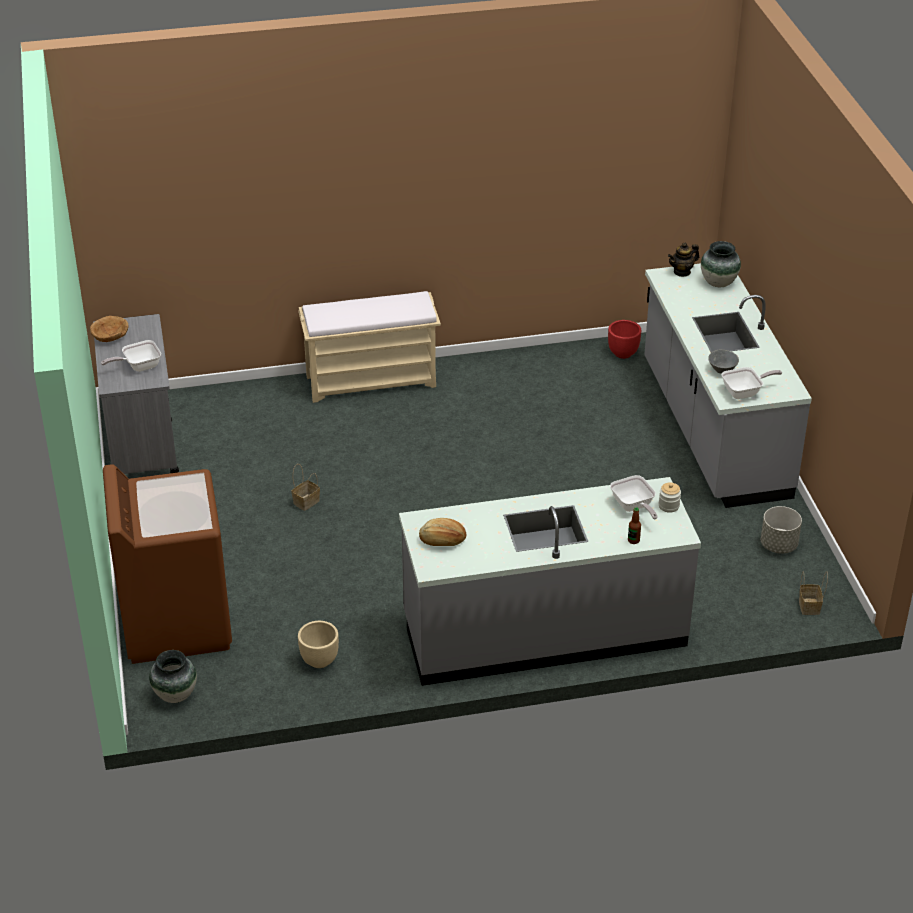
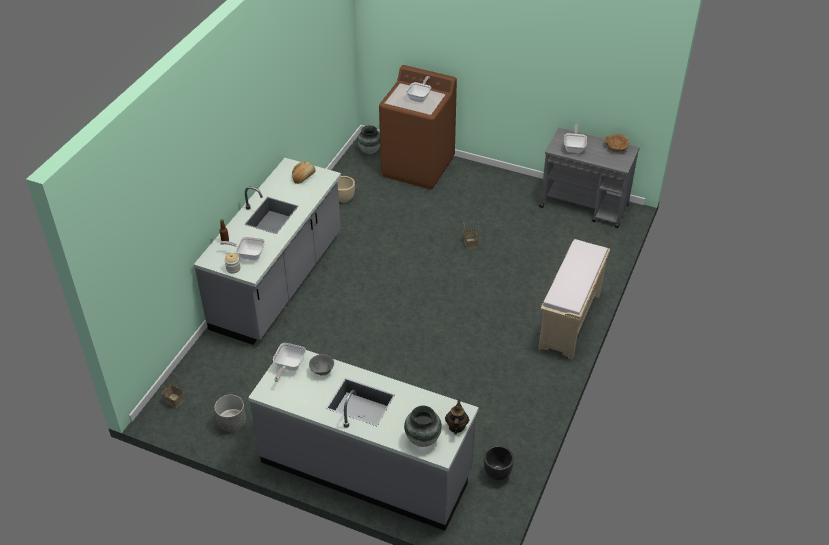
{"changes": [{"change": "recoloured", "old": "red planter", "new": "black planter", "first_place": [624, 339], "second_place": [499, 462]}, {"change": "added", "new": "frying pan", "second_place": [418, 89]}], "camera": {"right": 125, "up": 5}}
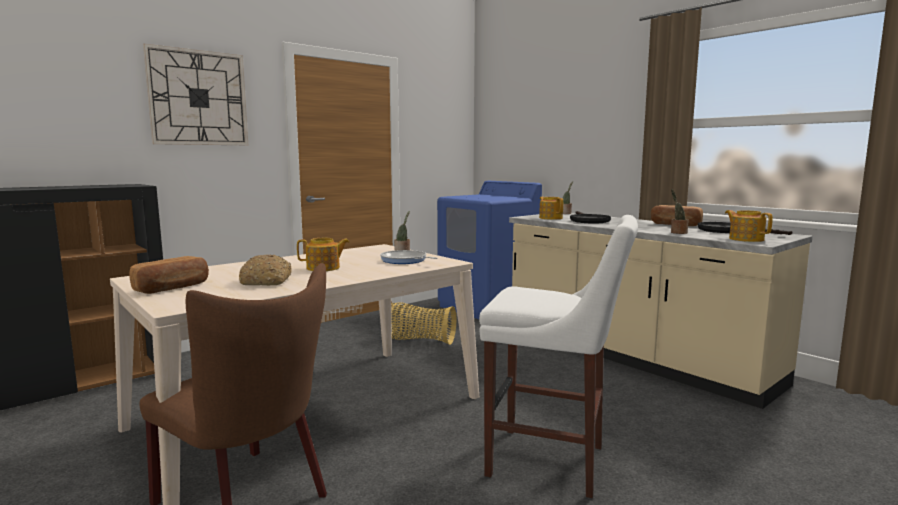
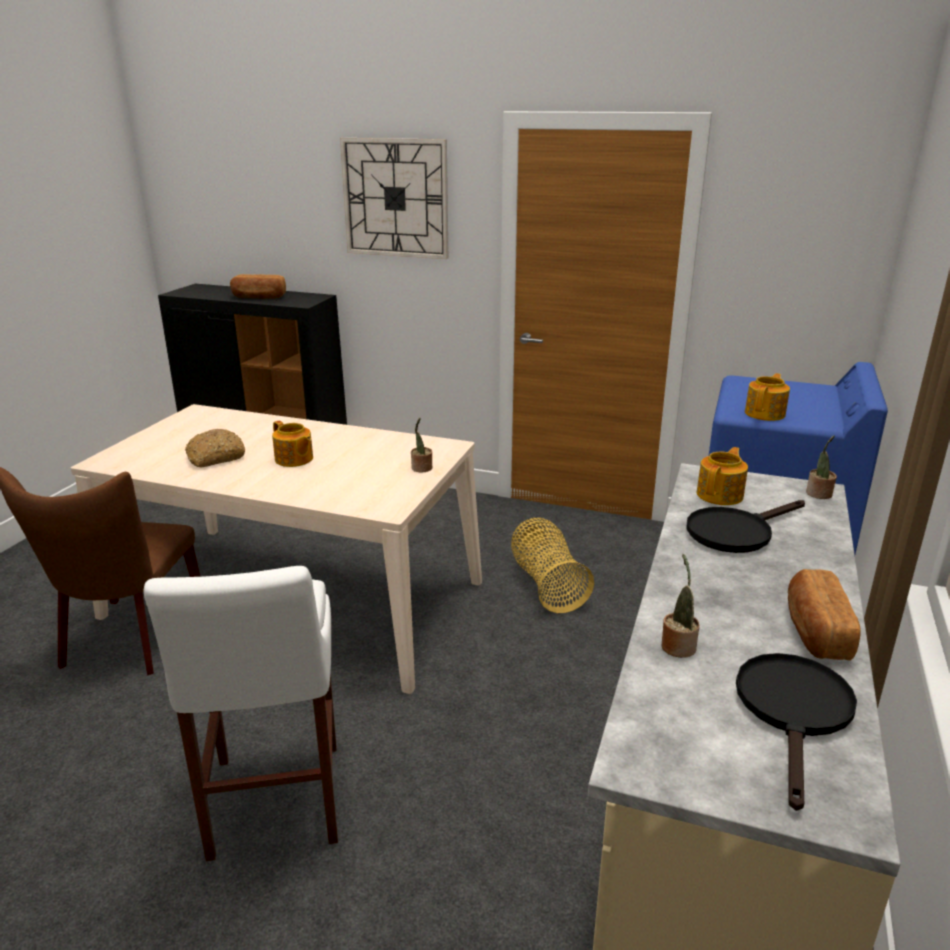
{"changes": [{"change": "moved", "old": "bread", "first_place": [169, 275], "second_place": [258, 286]}, {"change": "removed", "old": "frying pan", "first_place": [408, 257]}, {"change": "moved", "old": "teapot", "first_place": [749, 226], "second_place": [767, 397]}], "camera": {"right": 60, "up": 15}}
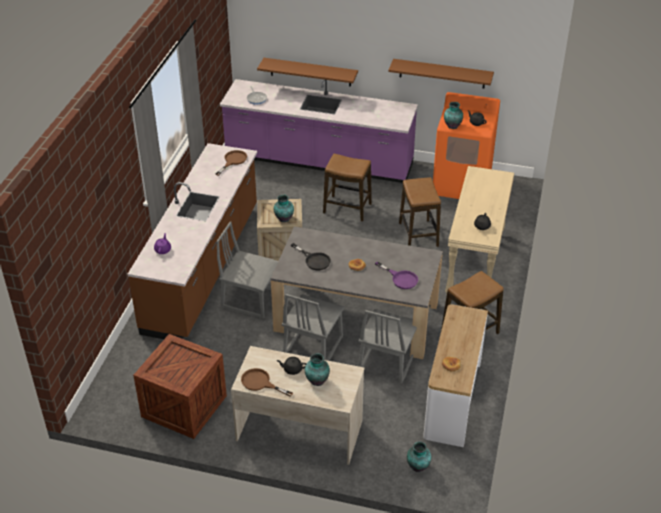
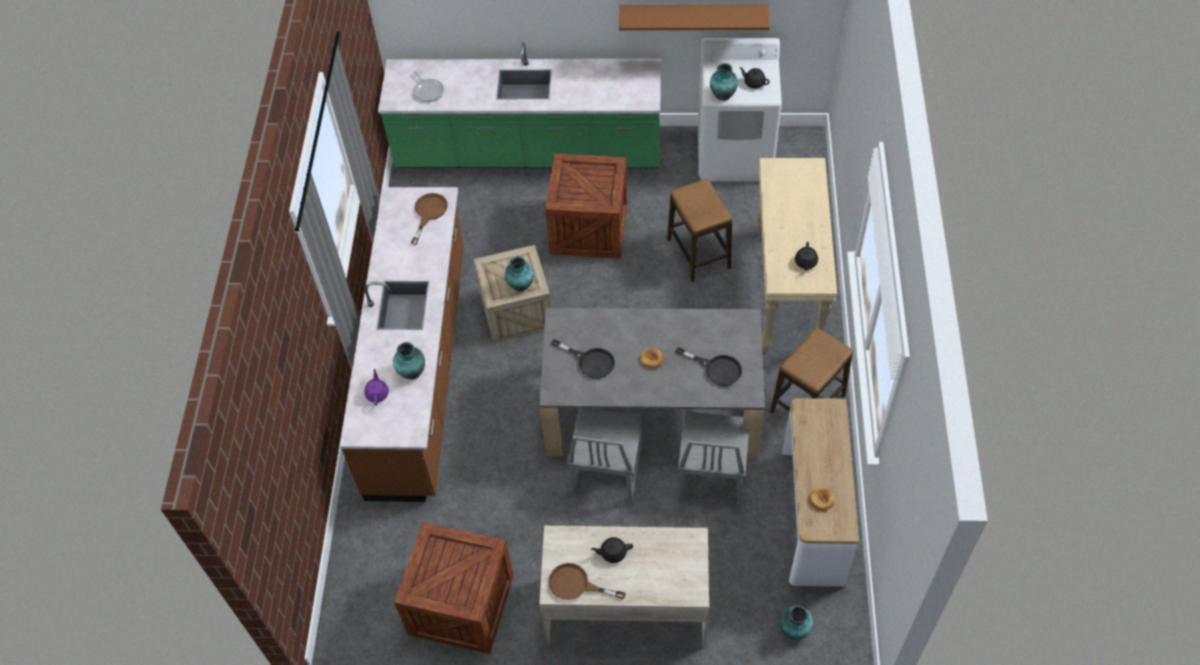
{"changes": [{"change": "removed", "old": "grey chair", "first_place": [247, 270]}, {"change": "recoloured", "old": "purple counter", "new": "green counter", "first_place": [319, 131], "second_place": [519, 105]}, {"change": "removed", "old": "brown shelf", "first_place": [307, 72]}, {"change": "moved", "old": "vase", "first_place": [317, 369], "second_place": [409, 360]}, {"change": "replaced", "old": "stool", "new": "crate", "first_place": [347, 187], "second_place": [586, 206]}, {"change": "recoloured", "old": "purple frying pan", "new": "black frying pan", "first_place": [396, 275], "second_place": [709, 366]}, {"change": "recoloured", "old": "orange washing machine", "new": "white washing machine", "first_place": [466, 145], "second_place": [740, 110]}], "camera": {"right": -10, "up": 15}}
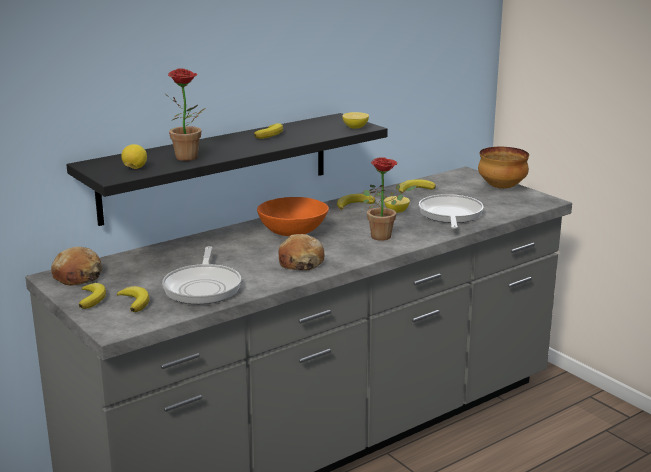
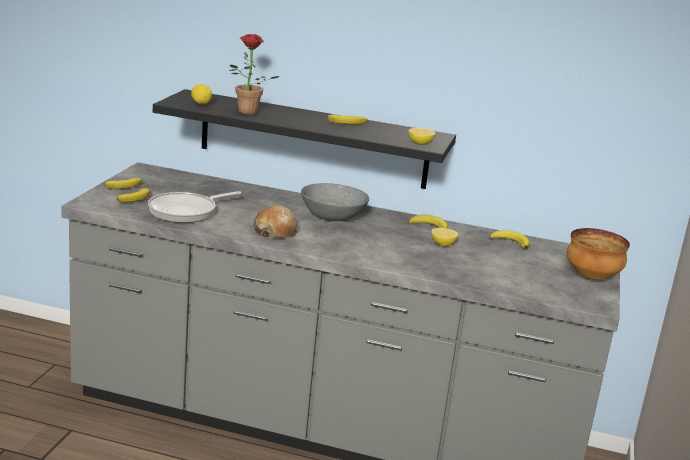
{"changes": [{"change": "removed", "old": "bread", "first_place": [76, 266]}, {"change": "recoloured", "old": "orange bowl", "new": "grey bowl", "first_place": [293, 216], "second_place": [335, 202]}, {"change": "removed", "old": "potted plant", "first_place": [389, 199]}, {"change": "removed", "old": "frying pan", "first_place": [451, 211]}], "camera": {"right": 50, "up": 0}}
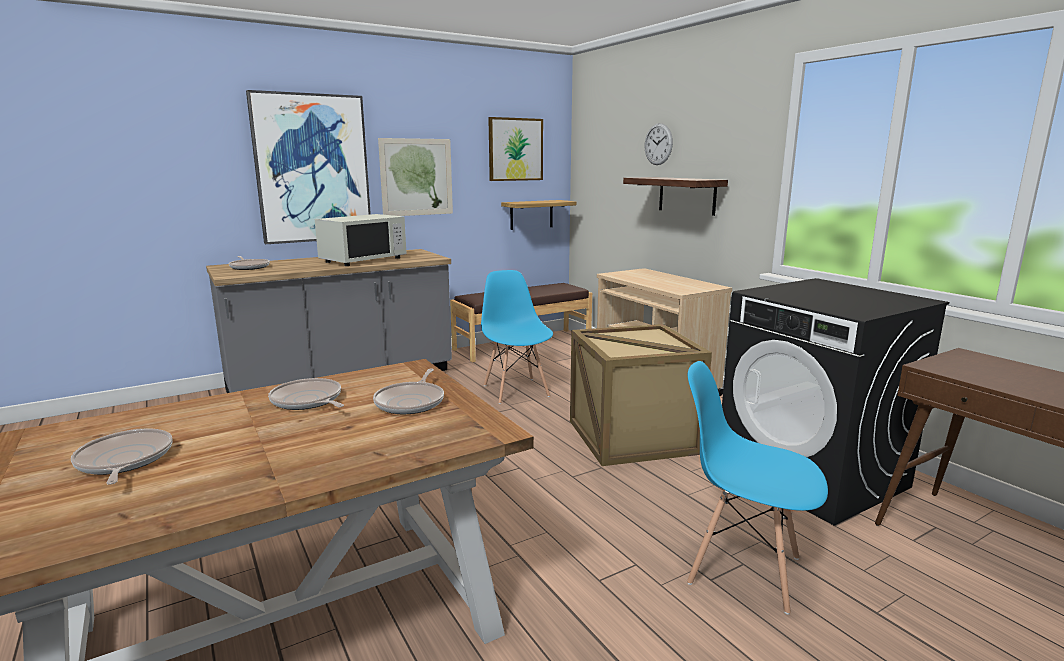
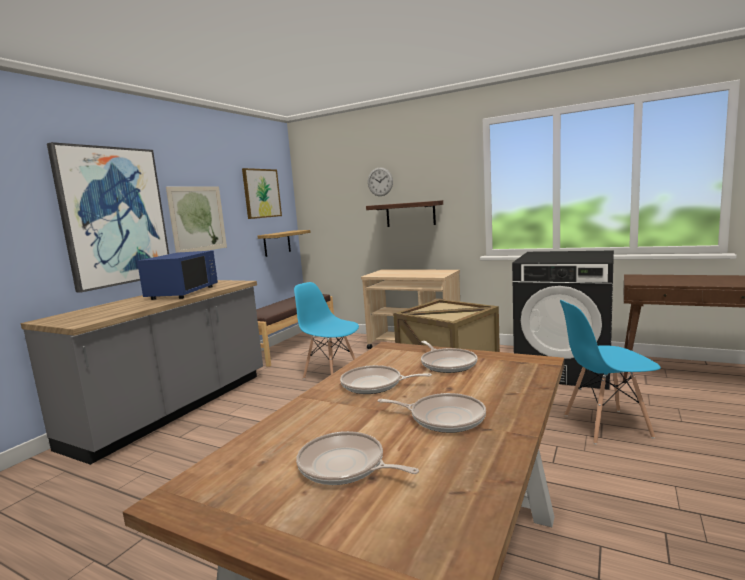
{"changes": [{"change": "moved", "old": "frying pan", "first_place": [249, 263], "second_place": [432, 413]}, {"change": "recoloured", "old": "white microwave", "new": "blue microwave", "first_place": [361, 240], "second_place": [177, 275]}], "camera": {"right": -30, "up": -5}}
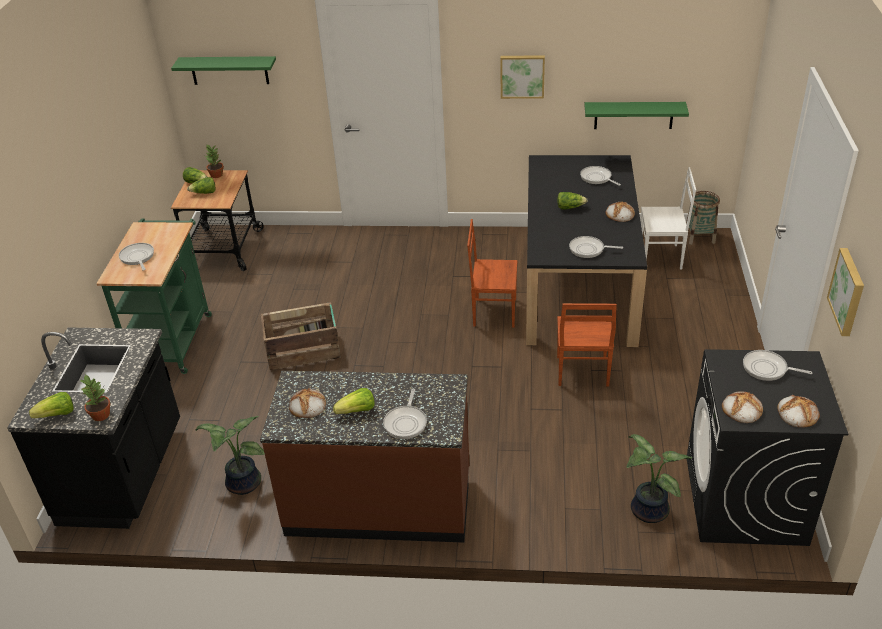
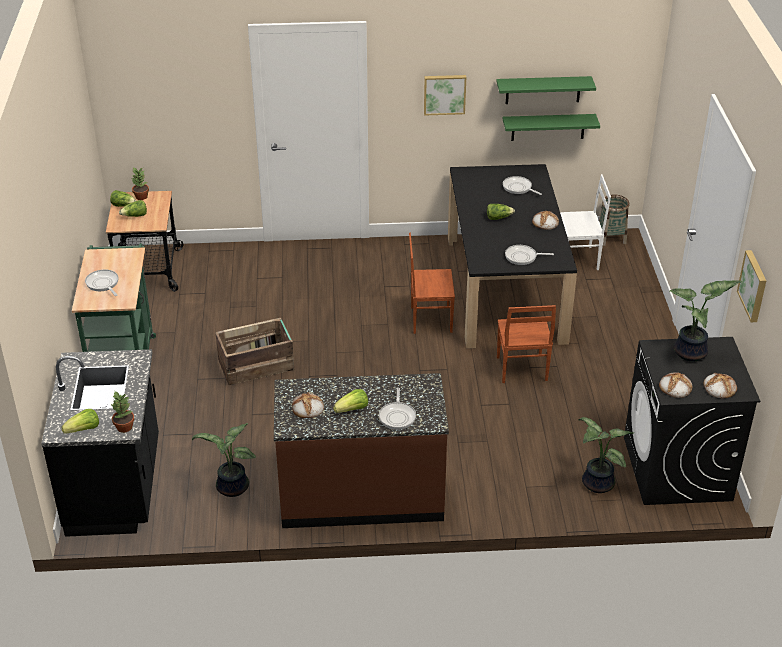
{"changes": [{"change": "moved", "old": "green shelf", "first_place": [223, 70], "second_place": [546, 90]}, {"change": "replaced", "old": "frying pan", "new": "potted plant", "first_place": [777, 365], "second_place": [706, 320]}], "camera": {"right": -10, "up": 0}}
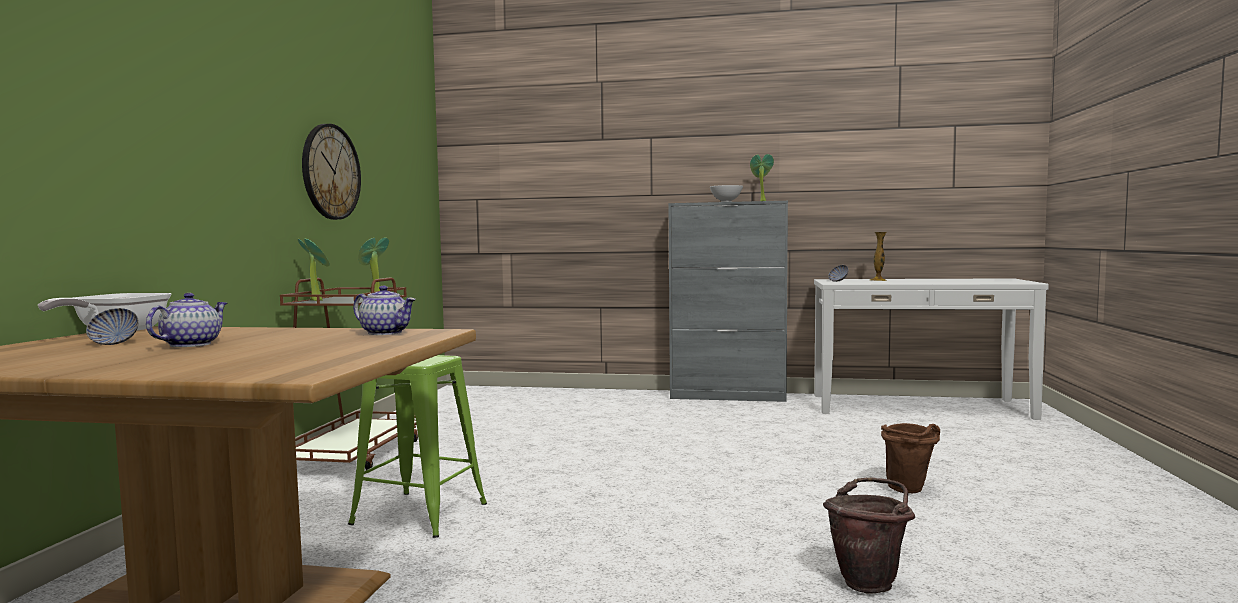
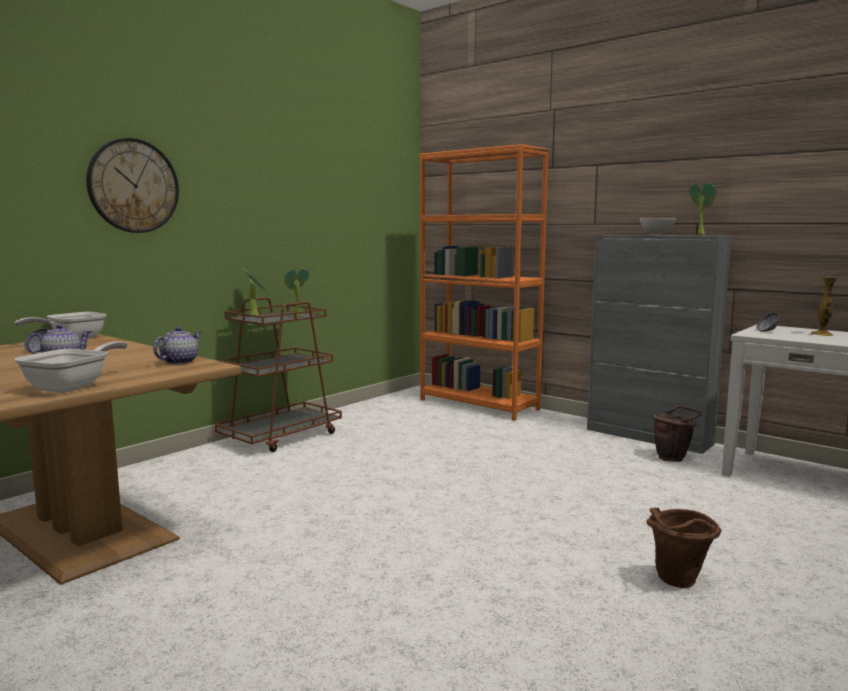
{"changes": [{"change": "moved", "old": "wall clock", "first_place": [331, 172], "second_place": [132, 185]}, {"change": "removed", "old": "green stool", "first_place": [417, 446]}, {"change": "turned", "old": "teapot", "first_place": [384, 310], "second_place": [177, 345], "degrees": -120}, {"change": "moved", "old": "brown bucket", "first_place": [869, 535], "second_place": [677, 434]}, {"change": "added", "new": "frying pan", "second_place": [71, 367]}, {"change": "added", "new": "orange bookcase", "second_place": [484, 282]}], "camera": {"right": 30, "up": 5}}
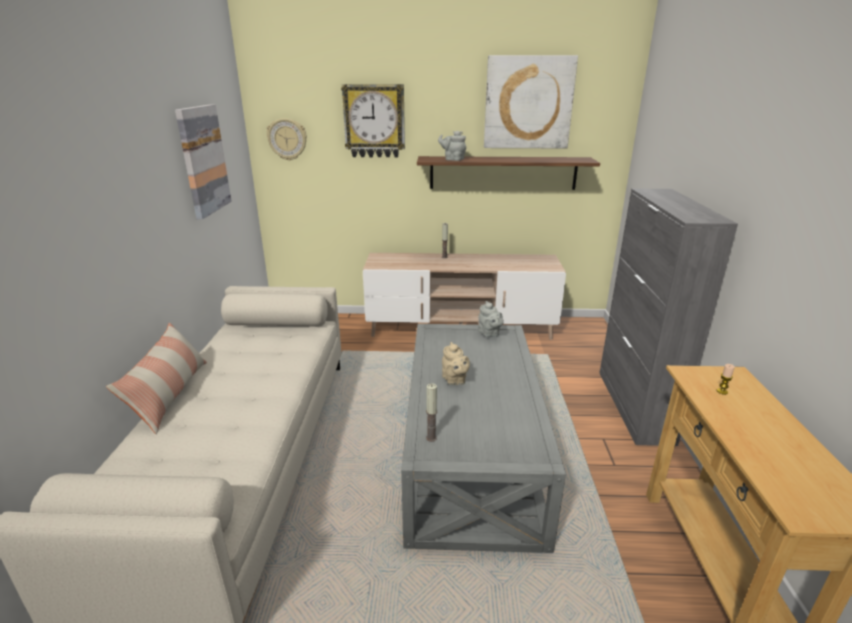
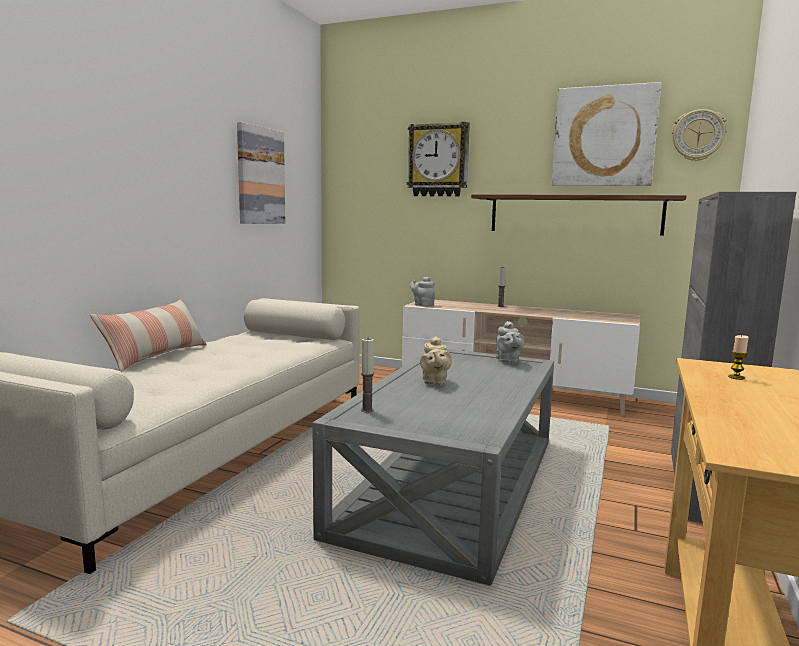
{"changes": [{"change": "moved", "old": "wall clock", "first_place": [286, 139], "second_place": [699, 135]}, {"change": "moved", "old": "grey teapot", "first_place": [452, 146], "second_place": [422, 292]}], "camera": {"right": 20, "up": -15}}
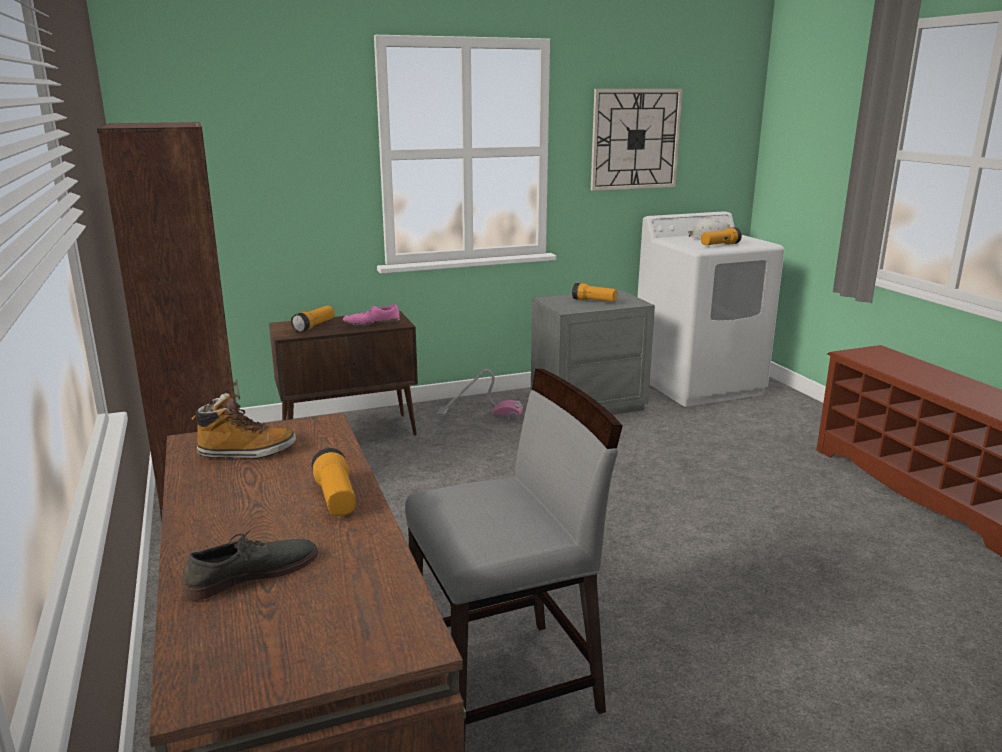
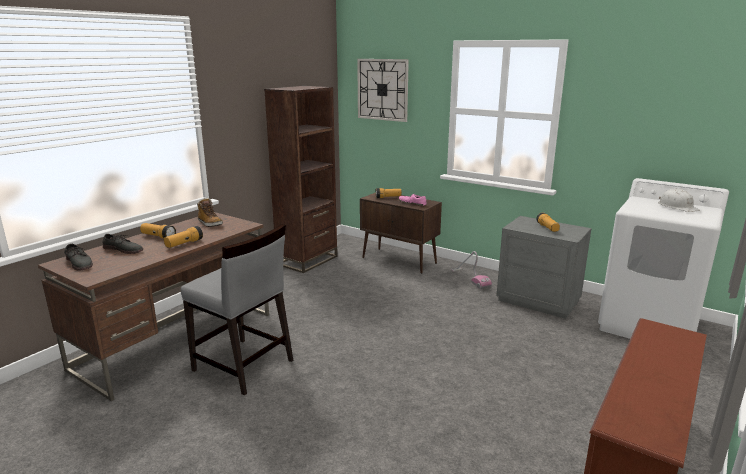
{"changes": [{"change": "moved", "old": "wall clock", "first_place": [637, 140], "second_place": [383, 90]}, {"change": "moved", "old": "flashlight", "first_place": [721, 236], "second_place": [158, 231]}, {"change": "added", "new": "grey shoe", "second_place": [78, 257]}], "camera": {"right": 55, "up": 0}}
